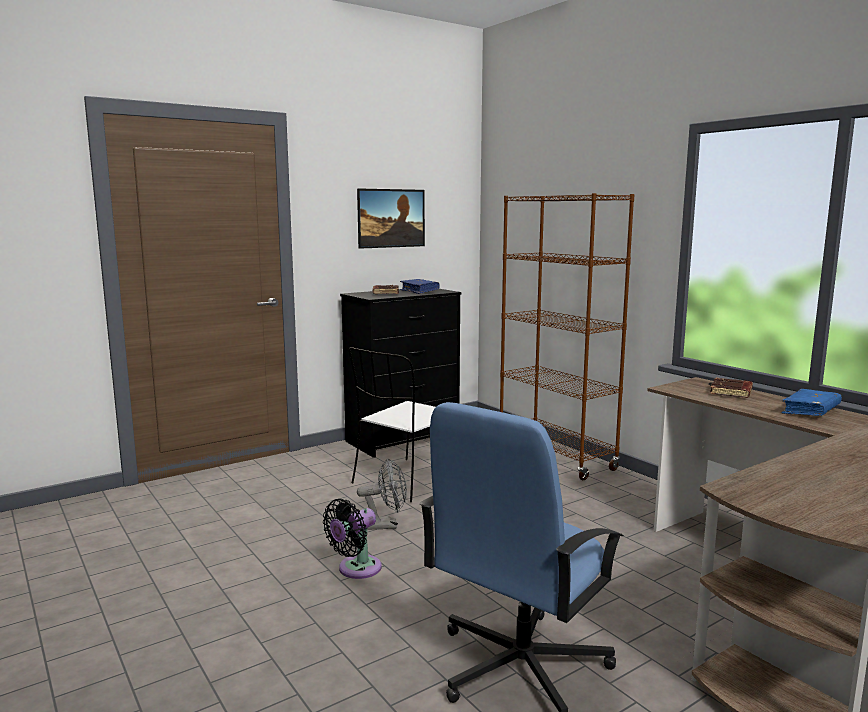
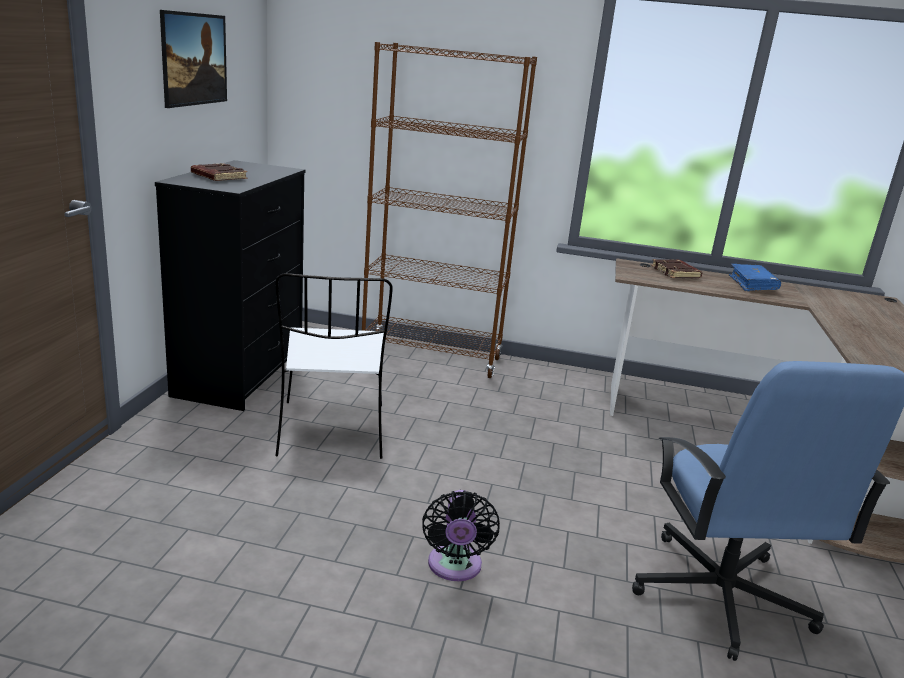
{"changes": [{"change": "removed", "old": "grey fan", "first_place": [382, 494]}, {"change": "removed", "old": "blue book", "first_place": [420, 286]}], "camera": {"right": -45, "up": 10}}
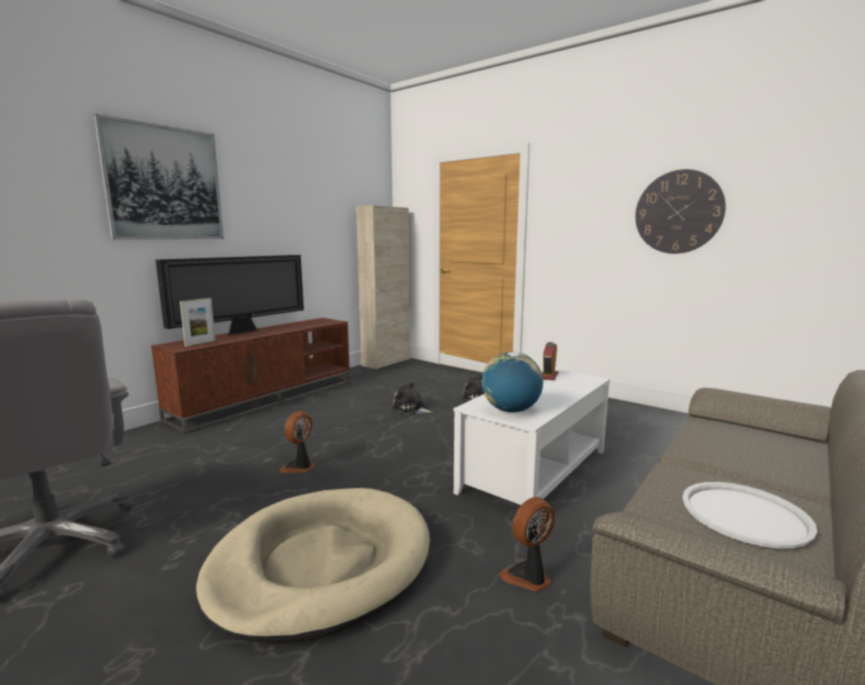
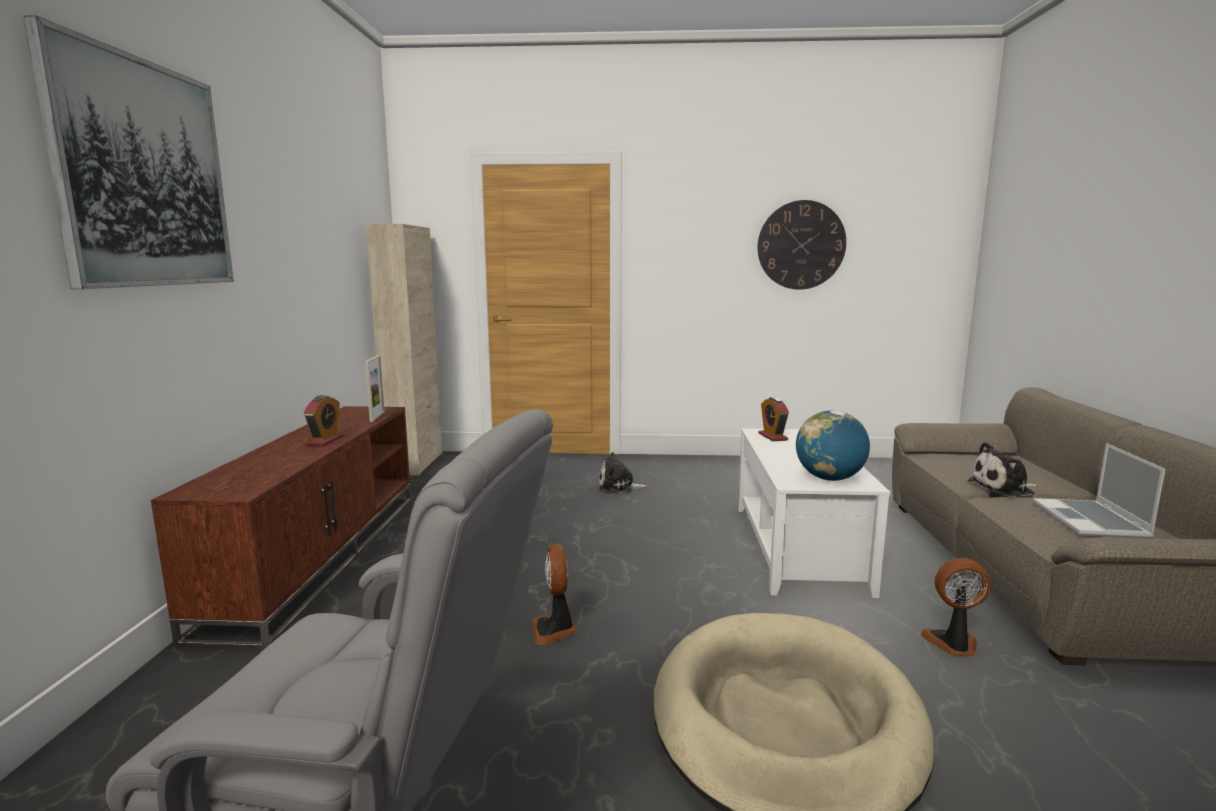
{"changes": [{"change": "removed", "old": "television", "first_place": [230, 295]}, {"change": "moved", "old": "picture frame", "first_place": [198, 322], "second_place": [375, 388]}, {"change": "moved", "old": "plush toy", "first_place": [412, 398], "second_place": [1002, 469]}, {"change": "turned", "old": "fan", "first_place": [527, 544], "second_place": [956, 607], "degrees": 75}, {"change": "replaced", "old": "white tray", "new": "laptop", "first_place": [749, 515], "second_place": [1099, 490]}, {"change": "added", "new": "alarm clock", "second_place": [324, 420]}], "camera": {"right": -35, "up": 0}}
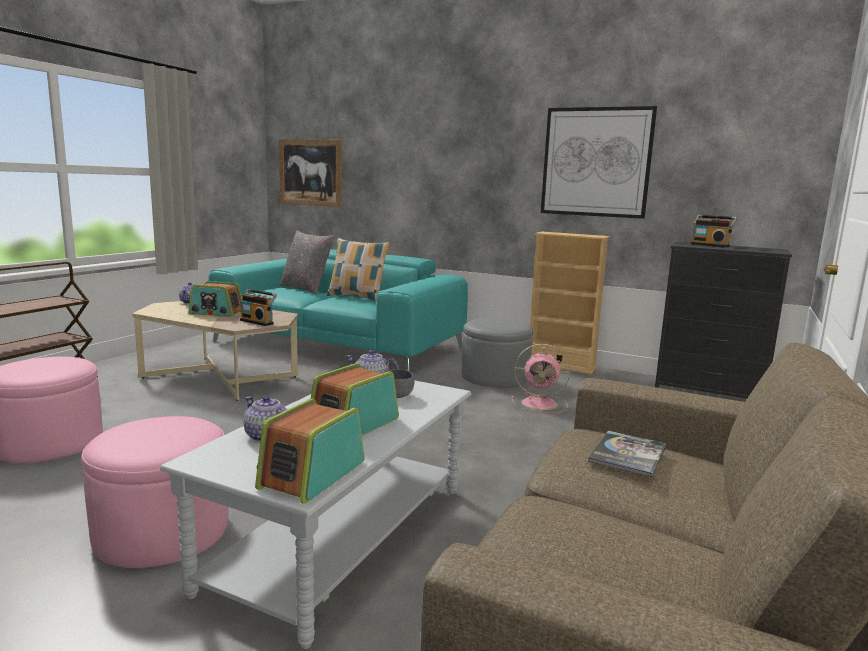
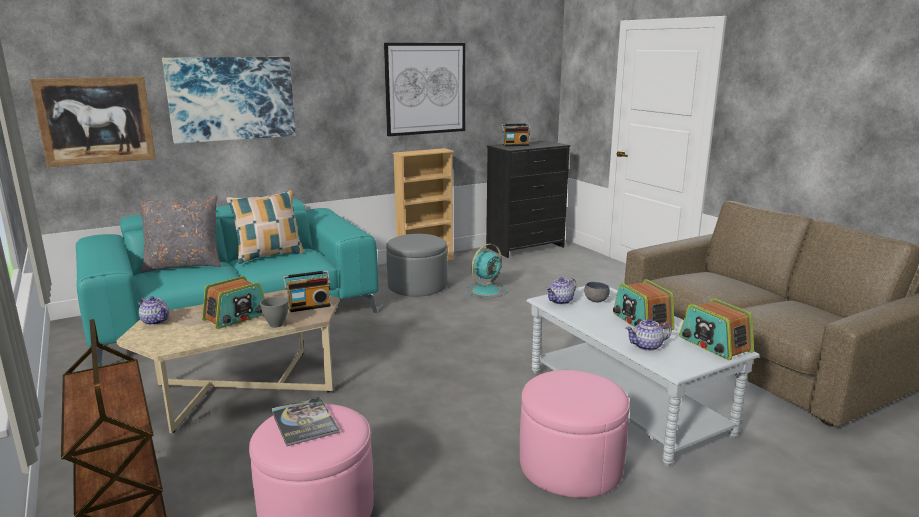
{"changes": [{"change": "recoloured", "old": "pink fan", "new": "turquoise fan", "first_place": [541, 378], "second_place": [486, 271]}, {"change": "moved", "old": "book", "first_place": [627, 454], "second_place": [305, 421]}, {"change": "added", "new": "picture", "second_place": [229, 100]}, {"change": "added", "new": "grey bowl", "second_place": [274, 312]}], "camera": {"right": -55, "up": 5}}
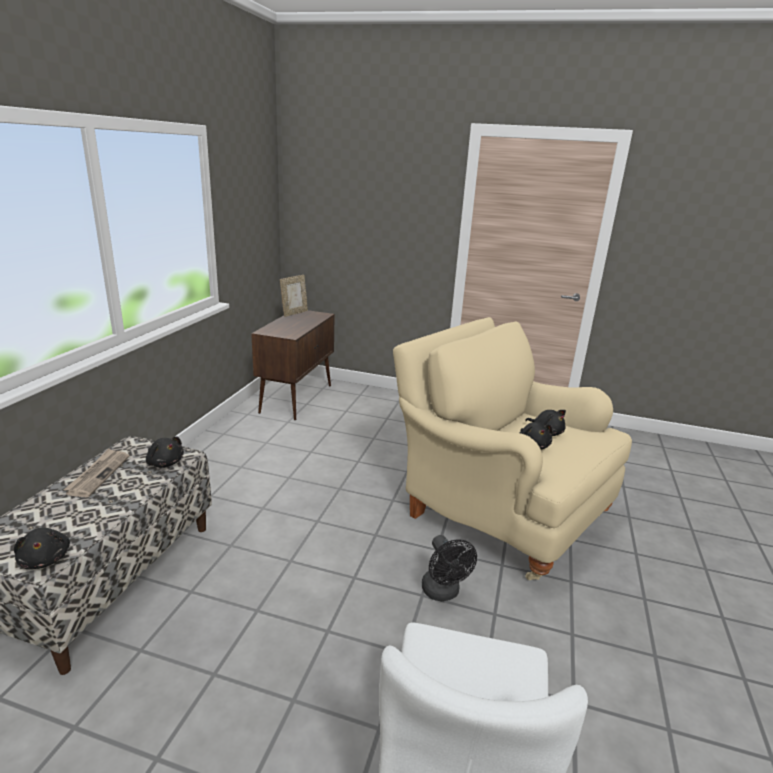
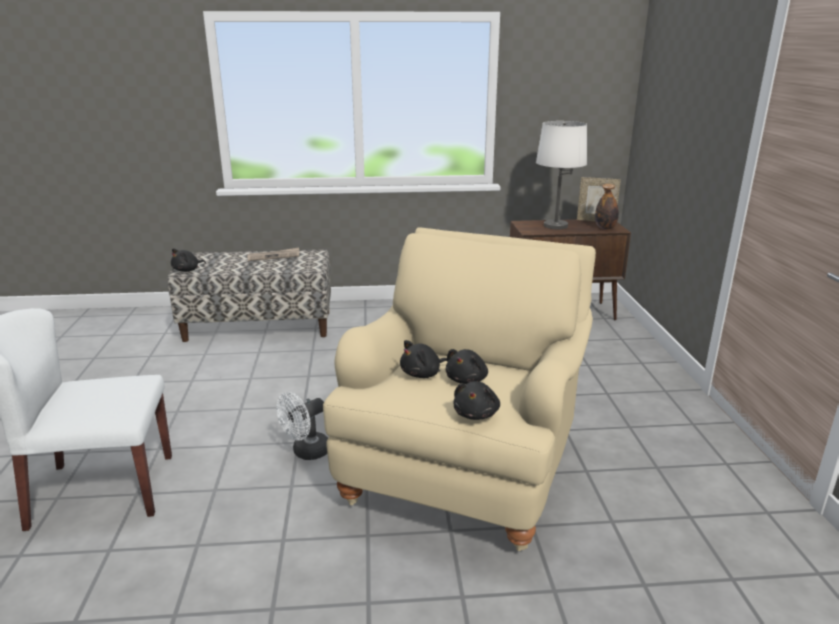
{"changes": [{"change": "moved", "old": "black plush toy", "first_place": [165, 452], "second_place": [477, 400]}, {"change": "recoloured", "old": "black fan", "new": "white fan", "first_place": [449, 568], "second_place": [302, 426]}, {"change": "added", "new": "white table lamp", "second_place": [561, 175]}, {"change": "added", "new": "bottle", "second_place": [607, 206]}], "camera": {"right": 70, "up": 0}}
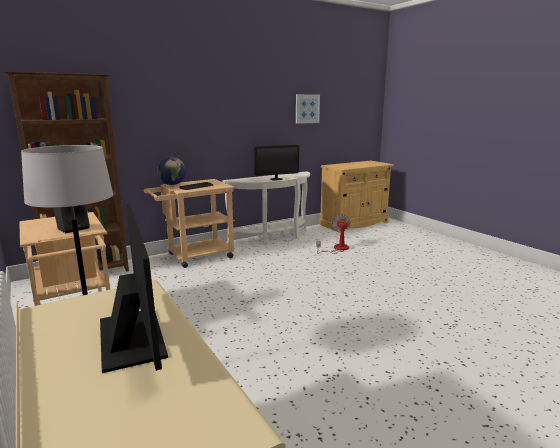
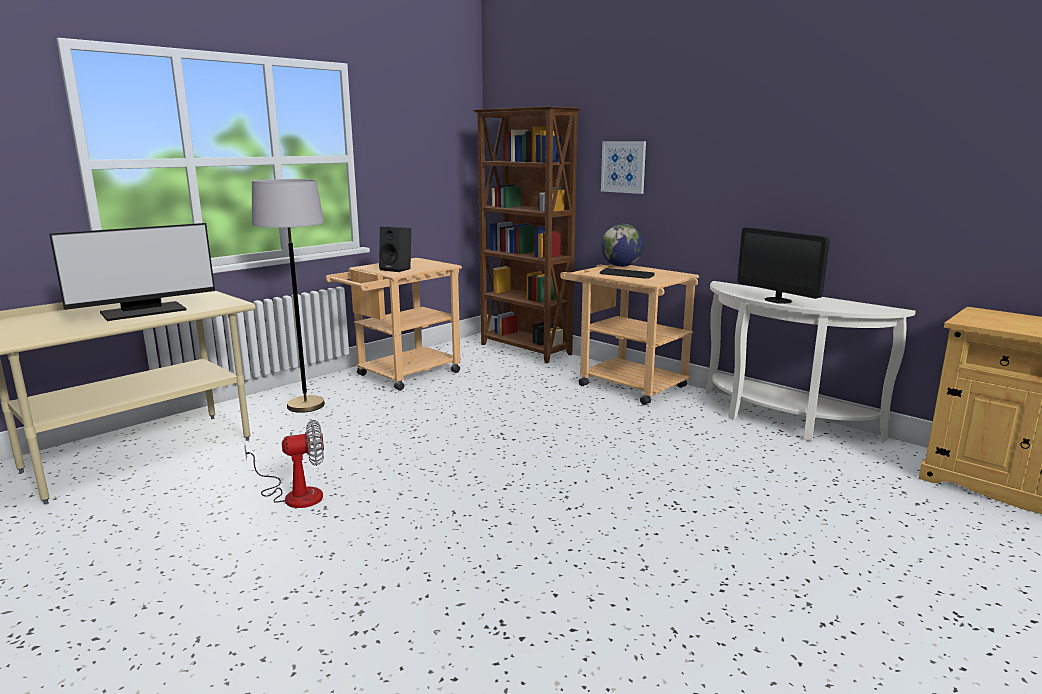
{"changes": [{"change": "moved", "old": "picture", "first_place": [308, 109], "second_place": [623, 167]}, {"change": "moved", "old": "fan", "first_place": [334, 234], "second_place": [284, 464]}], "camera": {"right": 75, "up": 0}}
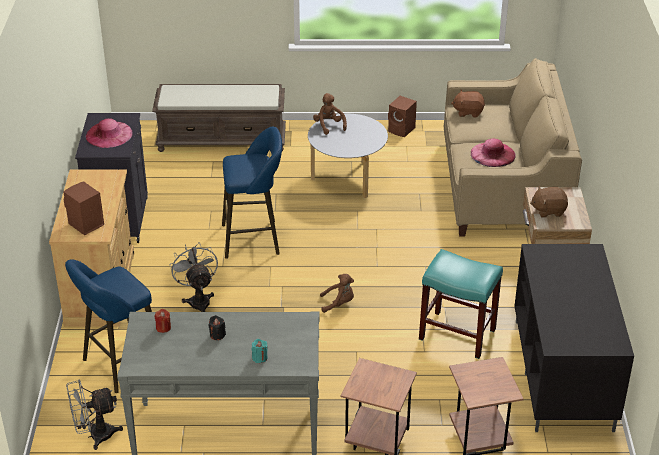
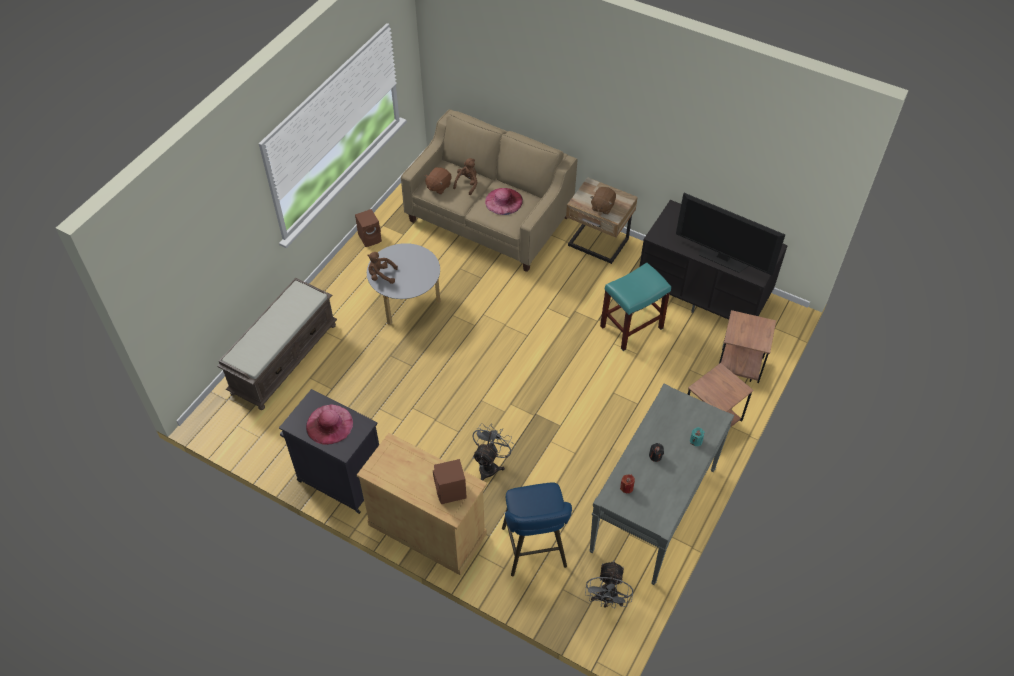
{"changes": [{"change": "turned", "old": "grey fan", "first_place": [194, 277], "second_place": [493, 451], "degrees": 105}, {"change": "removed", "old": "blue stool", "first_place": [252, 193]}, {"change": "moved", "old": "brown plush toy", "first_place": [337, 293], "second_place": [465, 176]}, {"change": "added", "new": "television", "second_place": [730, 234]}], "camera": {"right": -60, "up": 15}}
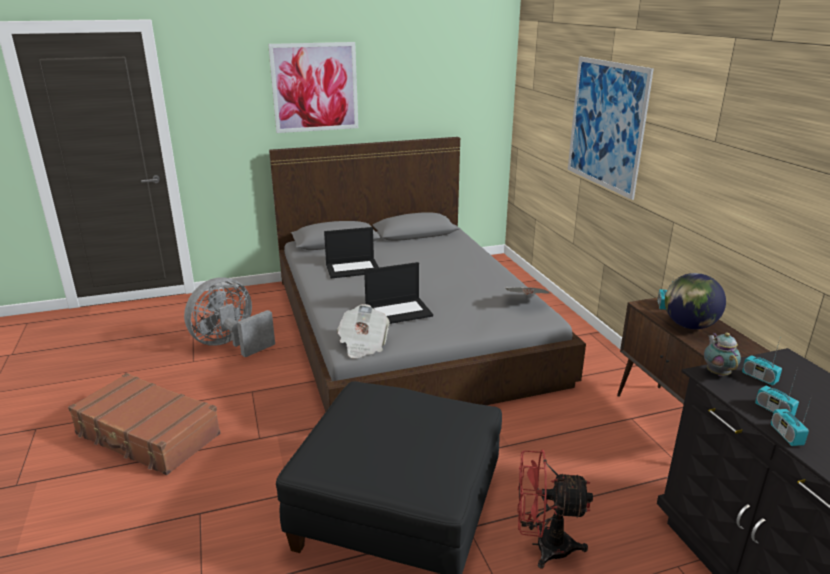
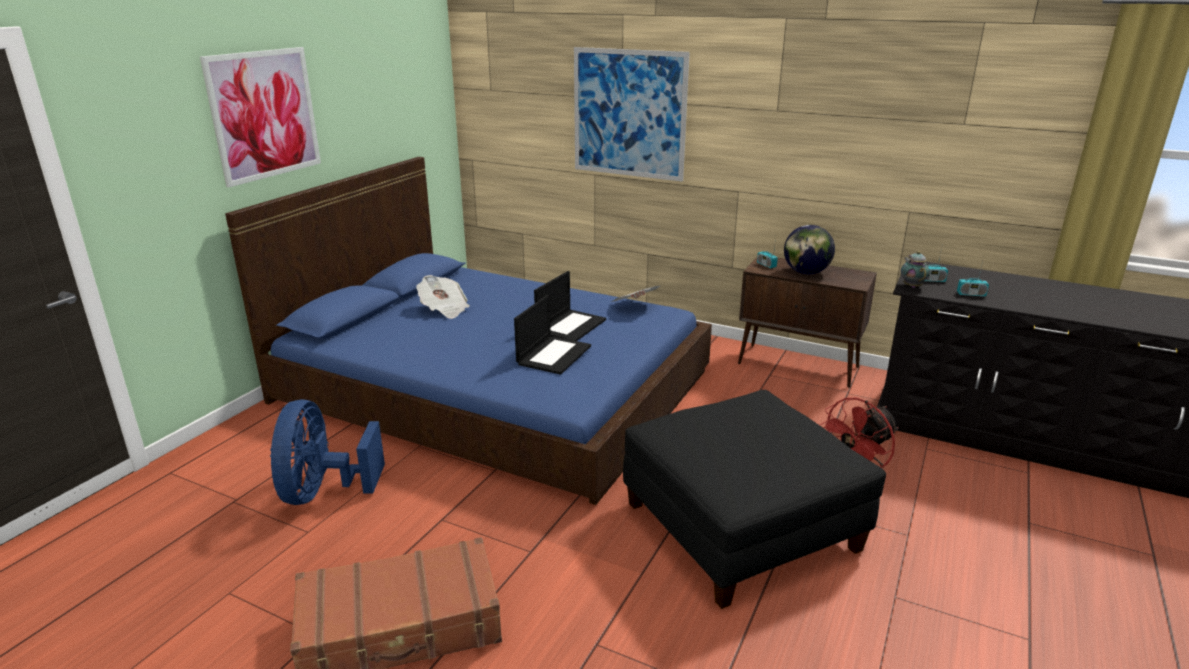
{"changes": [{"change": "recoloured", "old": "grey fan", "new": "blue fan", "first_place": [229, 317], "second_place": [327, 452]}, {"change": "recoloured", "old": "grey bed", "new": "blue bed", "first_place": [427, 274], "second_place": [468, 331]}, {"change": "moved", "old": "laptop", "first_place": [351, 253], "second_place": [570, 306]}, {"change": "moved", "old": "newspaper", "first_place": [363, 331], "second_place": [443, 297]}, {"change": "turned", "old": "teapot", "first_place": [722, 354], "second_place": [915, 269], "degrees": 45}, {"change": "removed", "old": "radio", "first_place": [791, 422]}], "camera": {"right": -45, "up": 0}}
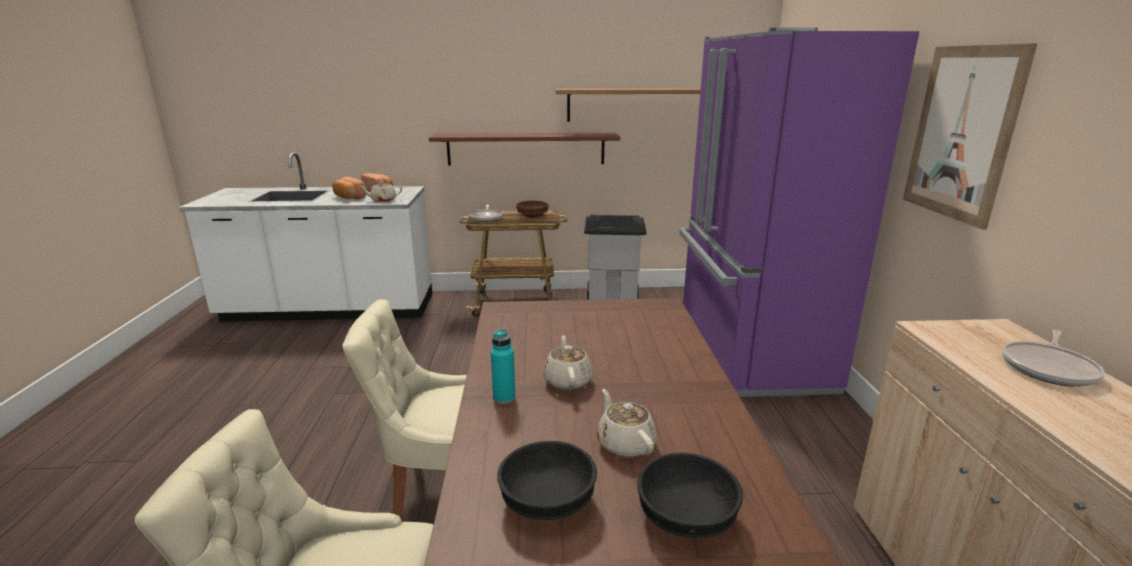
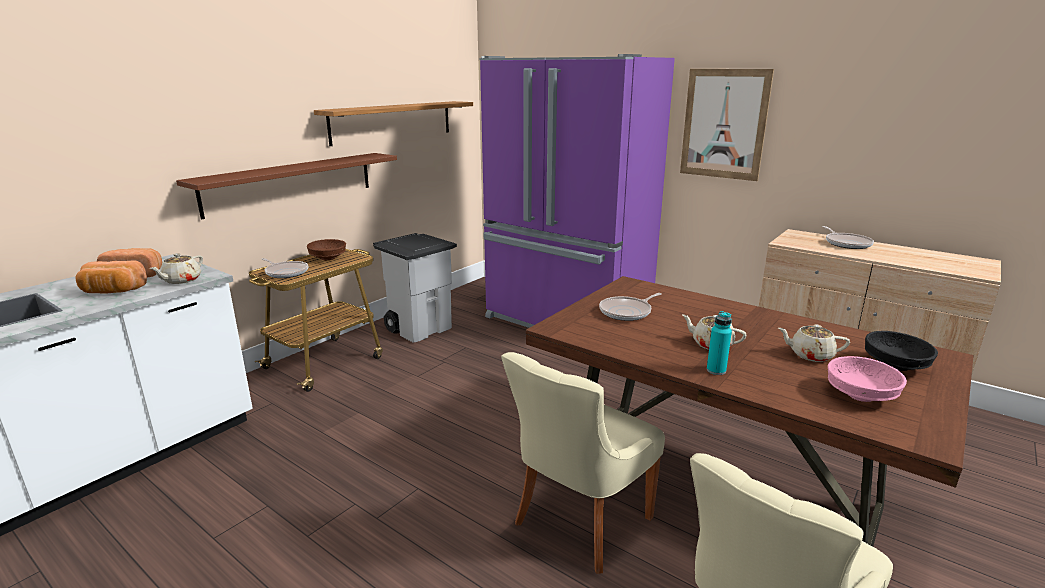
{"changes": [{"change": "recoloured", "old": "black bowl", "new": "pink bowl", "first_place": [547, 480], "second_place": [867, 379]}, {"change": "added", "new": "frying pan", "second_place": [630, 307]}], "camera": {"right": -50, "up": 0}}
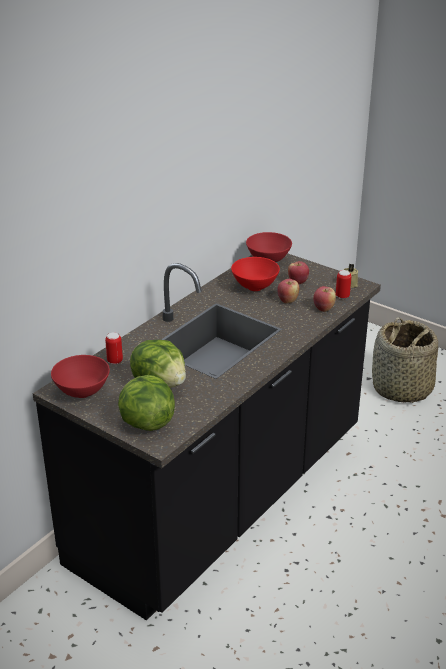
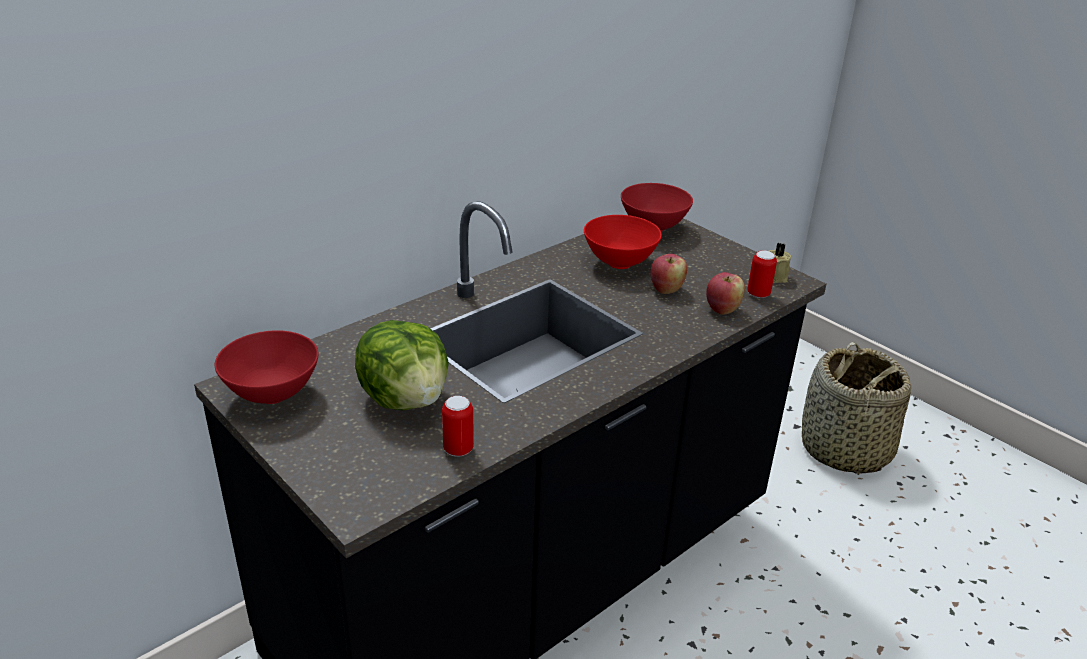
{"changes": [{"change": "moved", "old": "can", "first_place": [114, 348], "second_place": [458, 426]}, {"change": "removed", "old": "lettuce", "first_place": [146, 403]}, {"change": "removed", "old": "apple", "first_place": [298, 272]}], "camera": {"right": 10, "up": 0}}
